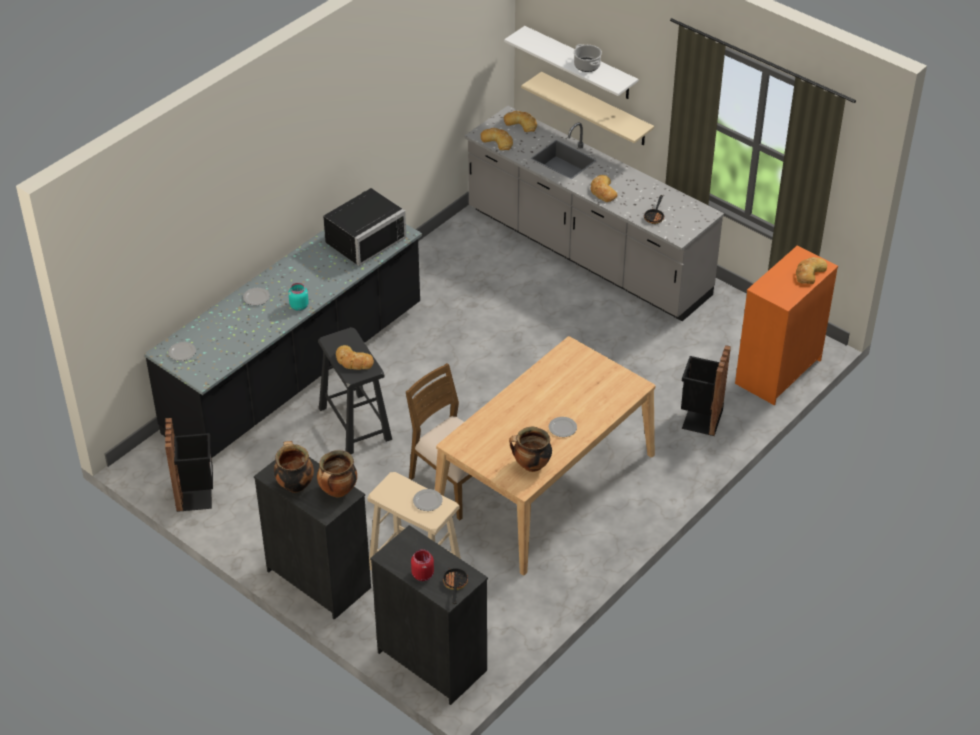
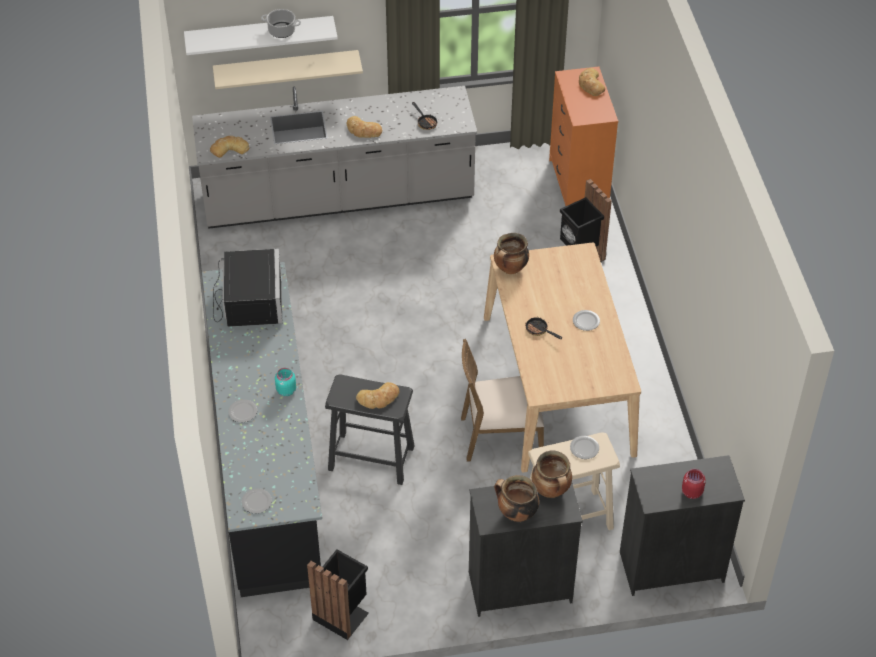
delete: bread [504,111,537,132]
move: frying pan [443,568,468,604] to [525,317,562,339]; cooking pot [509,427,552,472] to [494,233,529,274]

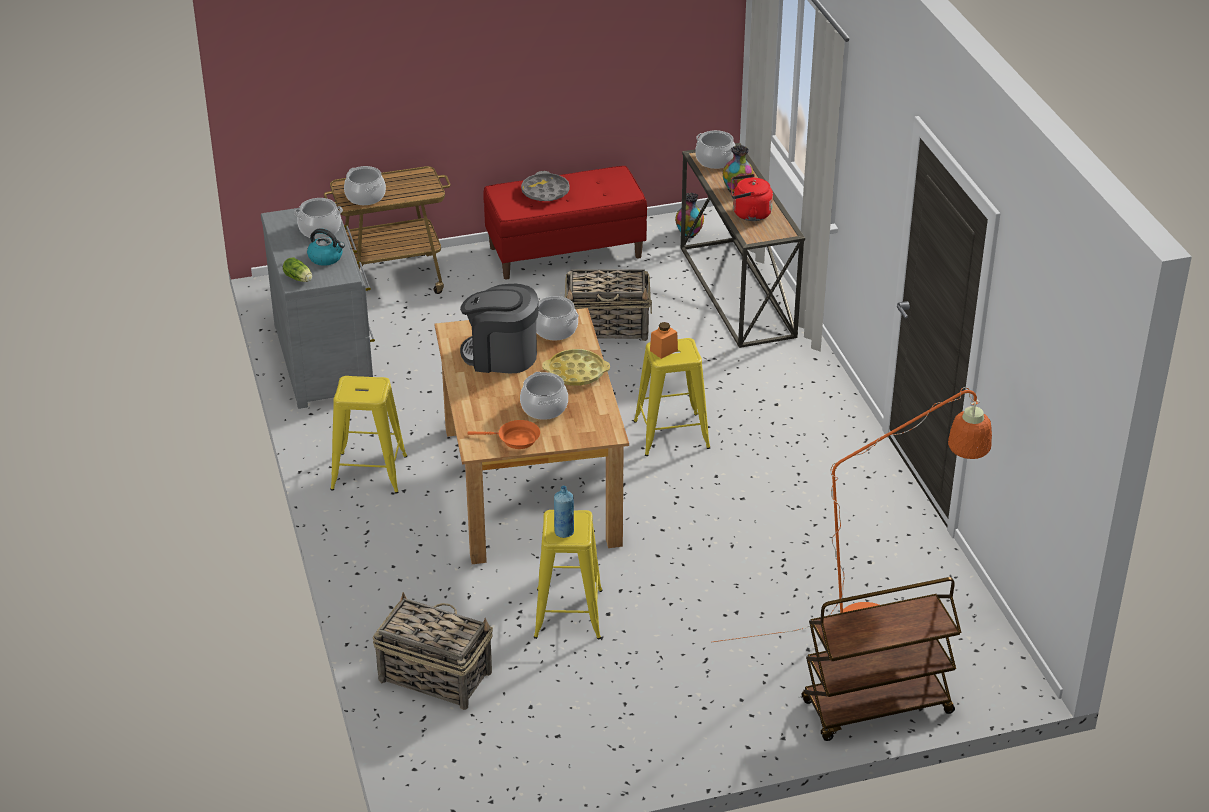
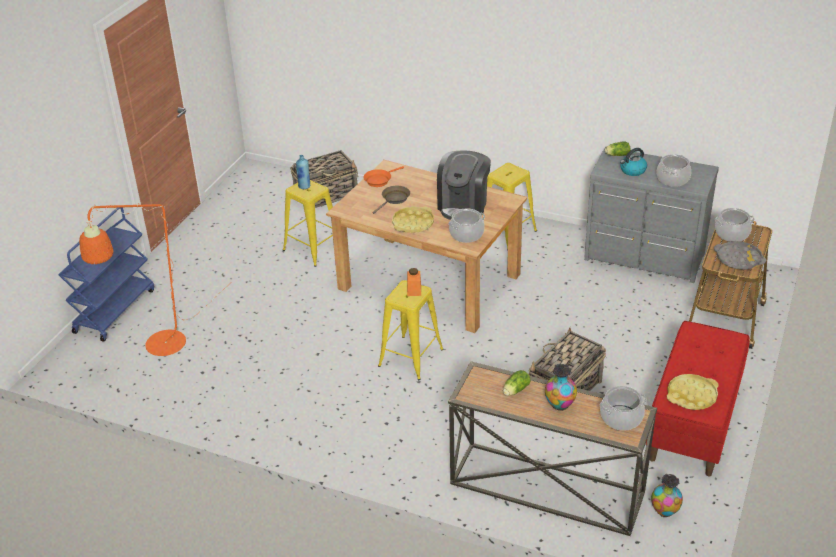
insert: yellow tray [667,374,719,410]
move: grey tray [521,171,570,201] to [714,241,766,270]
replace: cooking pot [520,372,568,420] to brown frying pan [373,186,410,214]; red kettle [731,174,773,221] to lettuce [503,370,531,396]
recolor: brown cart [802,577,962,741] to blue cart [59,207,154,342]
rotate: coffee machine [460,284,539,373] = [437,150,491,220] 150 degrees clockwise

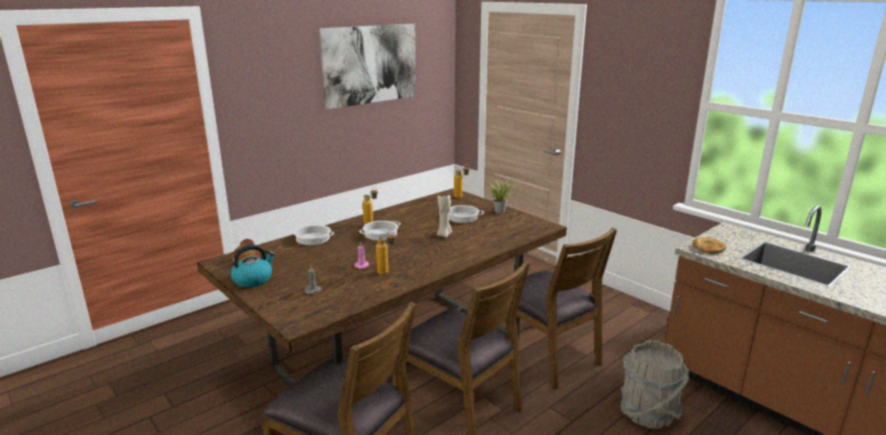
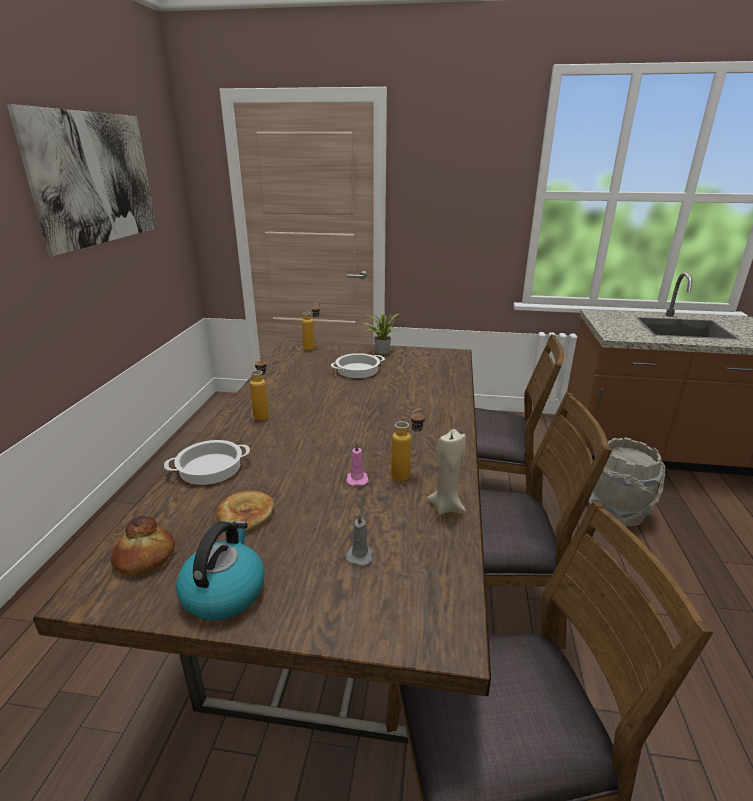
delete: cooking pot [359,221,401,240]
move: beige candle [437,195,452,238] to [427,429,466,515]; bread [692,238,726,254] to [216,490,275,533]

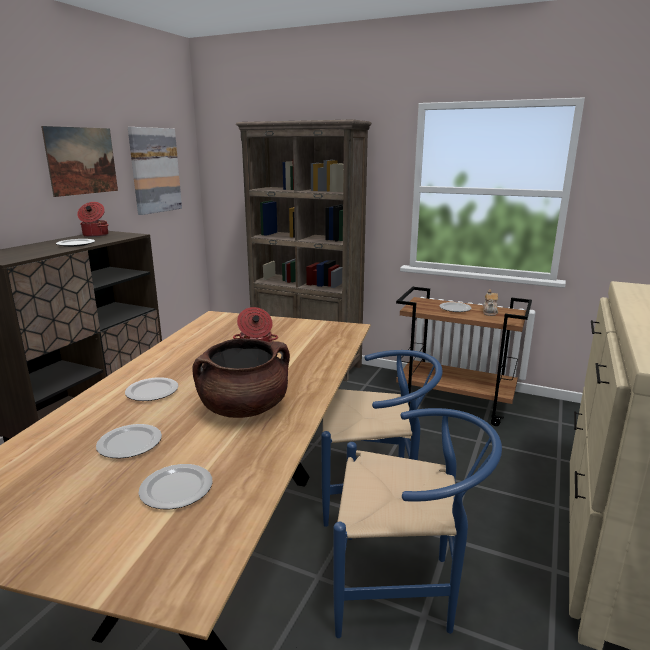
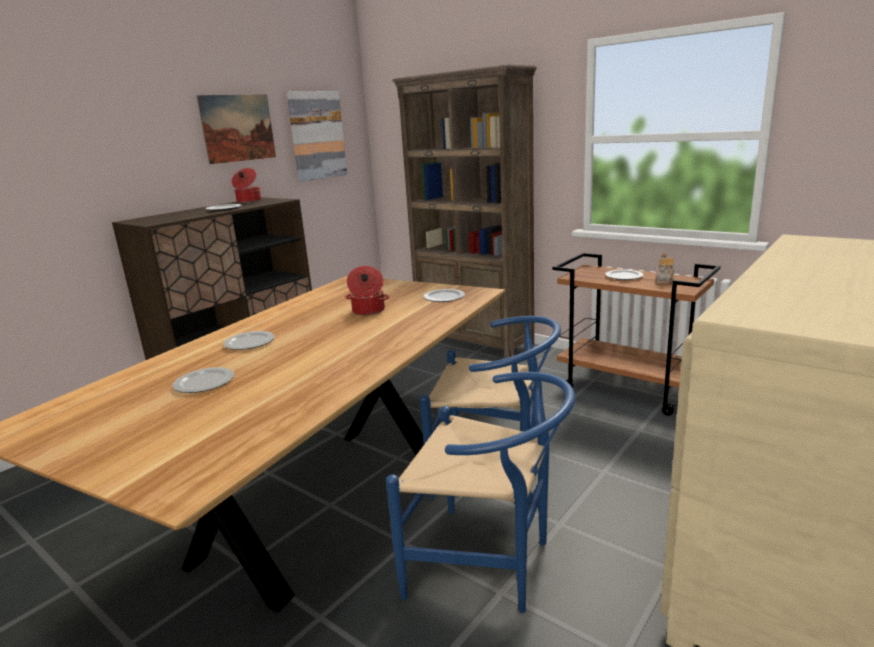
delete: brown cooking pot [192,338,290,418]
move: plate [138,464,213,509] to [423,289,465,302]

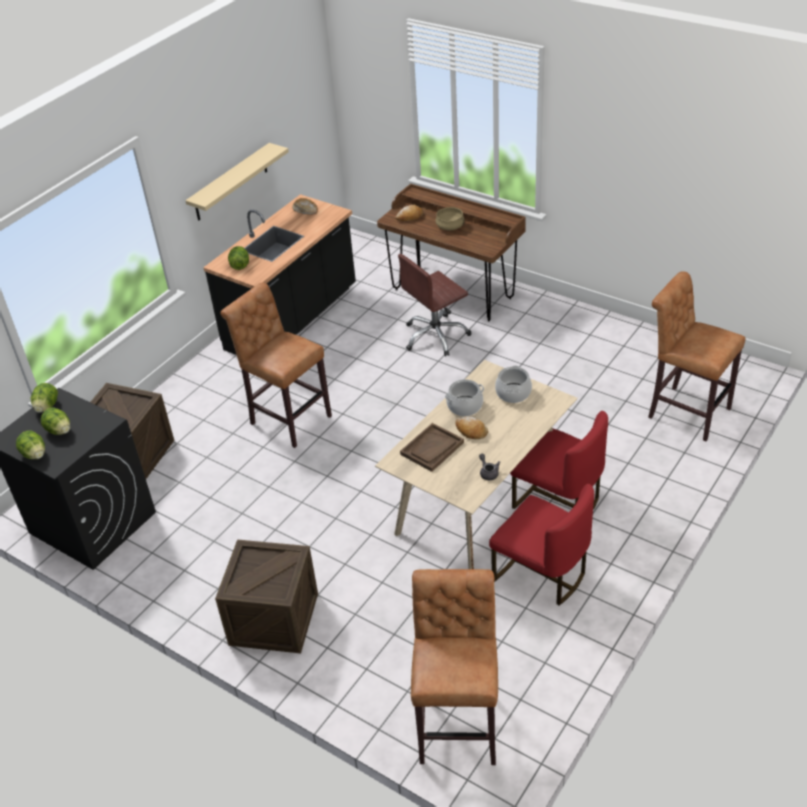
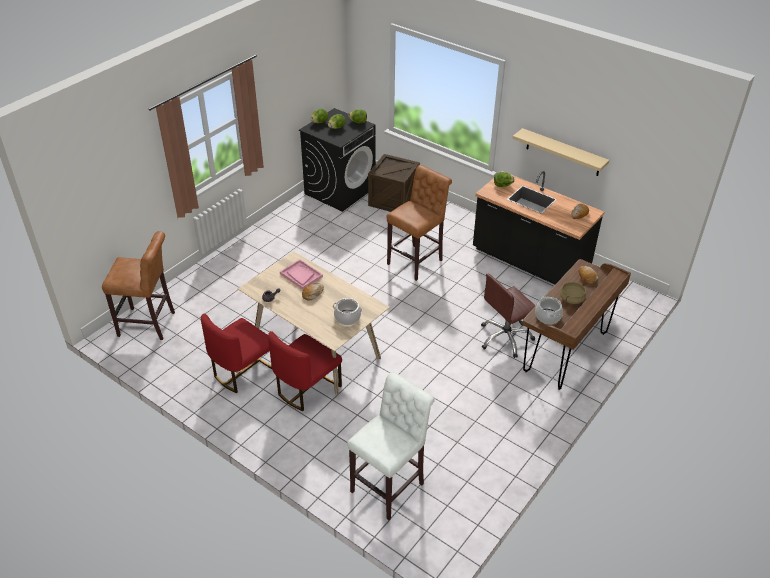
delete: crate [215,539,318,654]
move: cooking pot [445,379,484,416] to [535,296,563,324]
recolor: brown tray [400,423,464,472] to pink tray [280,259,323,290]; brown stool [648,271,746,441] to white stool [347,372,435,520]
rotate: brown office chair [398,254,471,357] = [481,274,536,358] 90 degrees counterclockwise

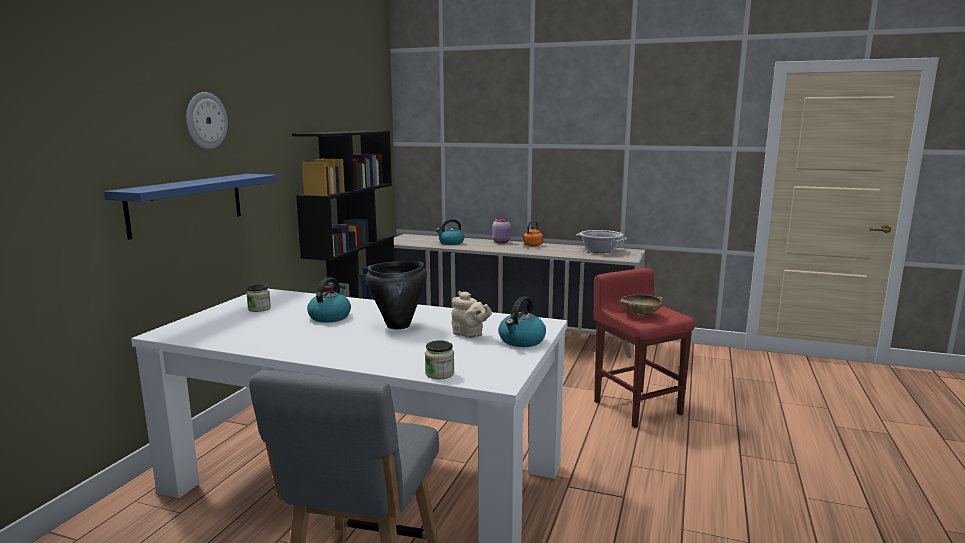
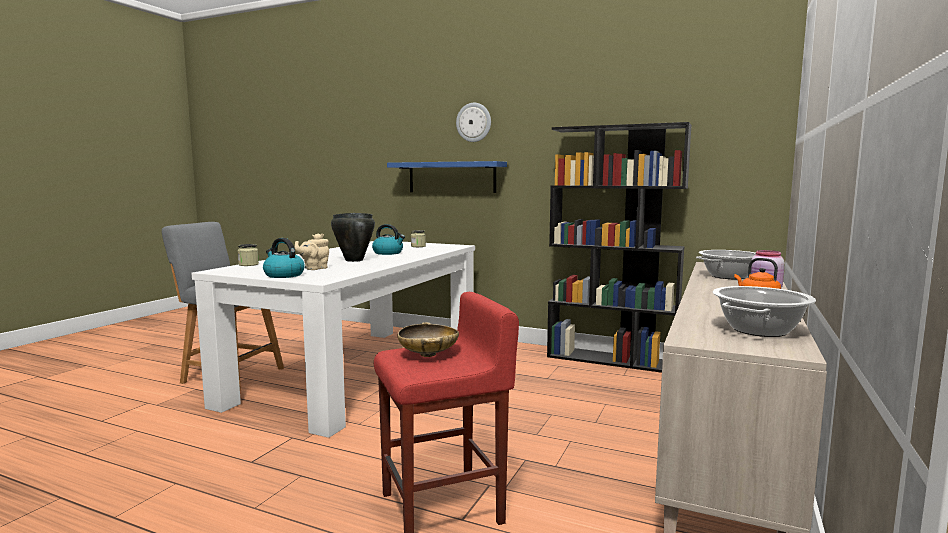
replace: kettle [436,219,464,245] to cooking pot [696,250,756,279]

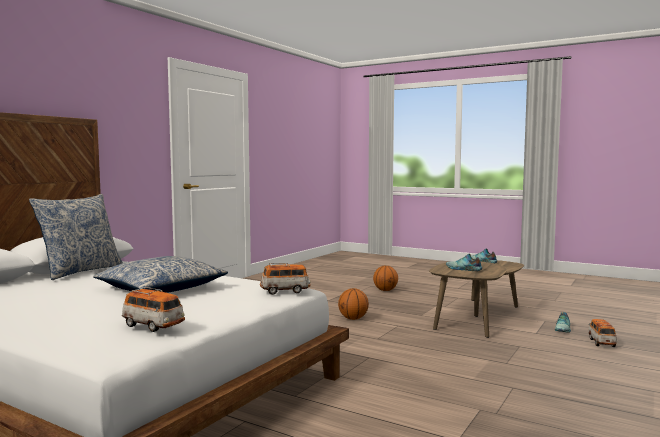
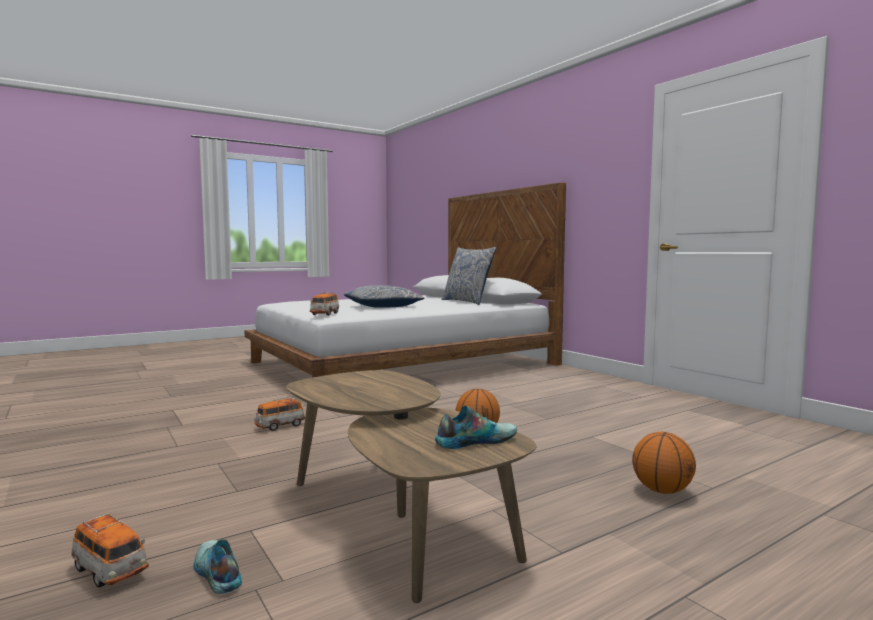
delete: shoe [446,254,482,271]
move: toy car [122,287,185,332] to [254,397,305,431]

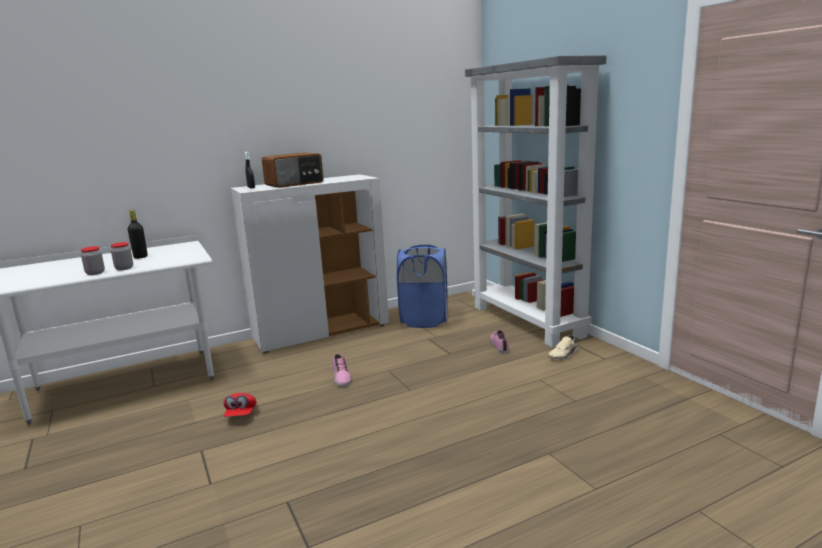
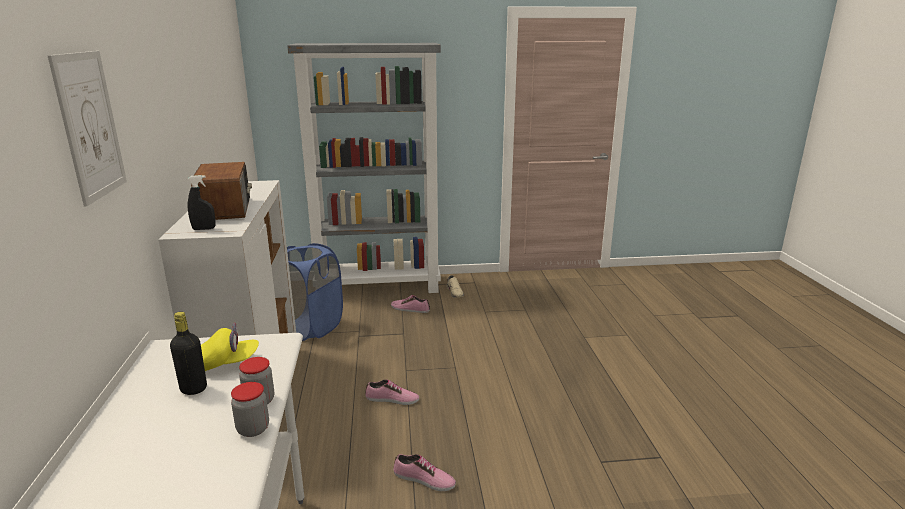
insert: picture [47,51,127,206]; yellow cap [201,323,259,371]
replace: red cap [224,393,257,417] to shoe [393,454,456,491]

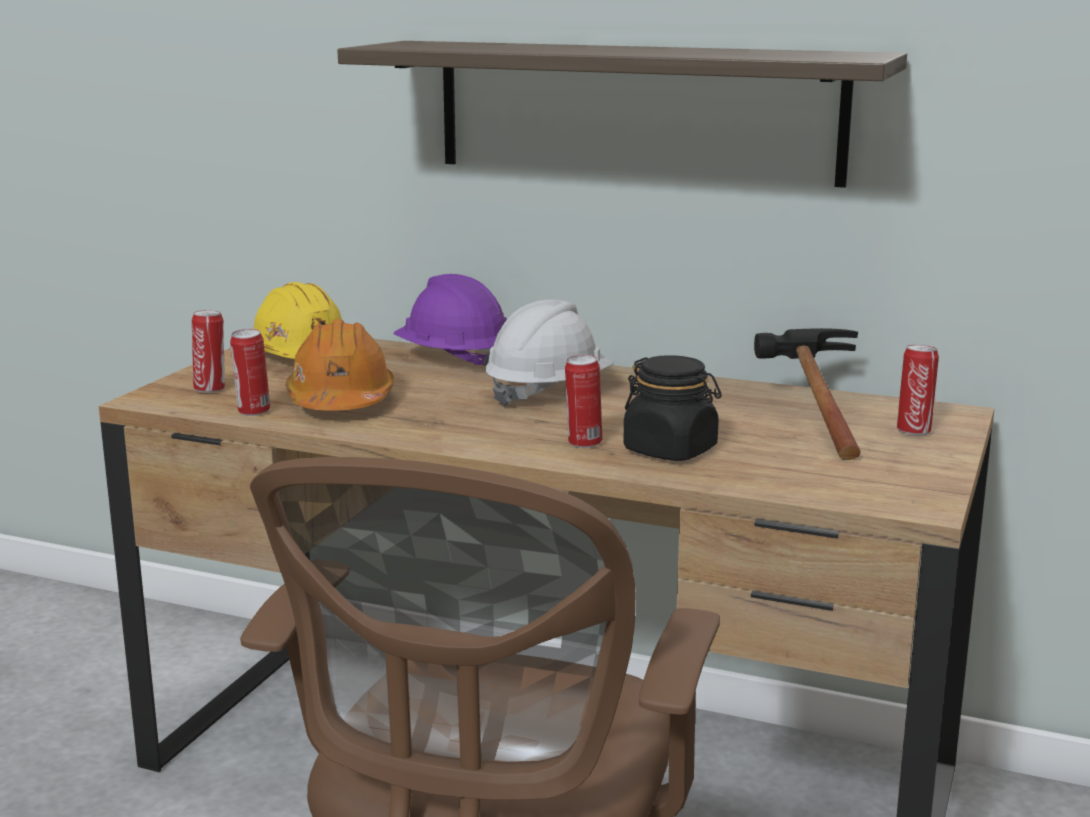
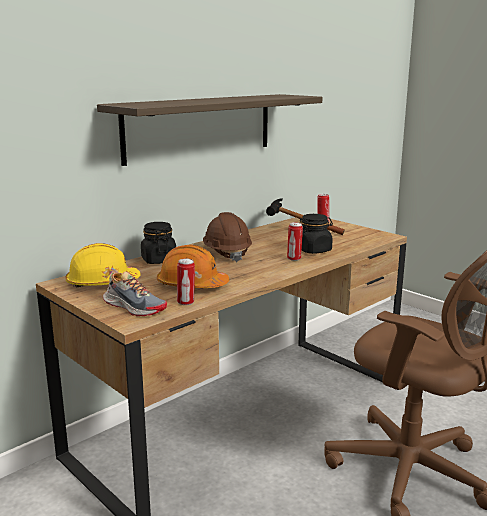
replace: can [192,310,225,393] to shoe [103,271,167,316]; purple hard hat [394,274,507,366] to black jar [141,222,176,264]
recolor: white hard hat [485,300,614,407] to brown hard hat [203,212,252,262]

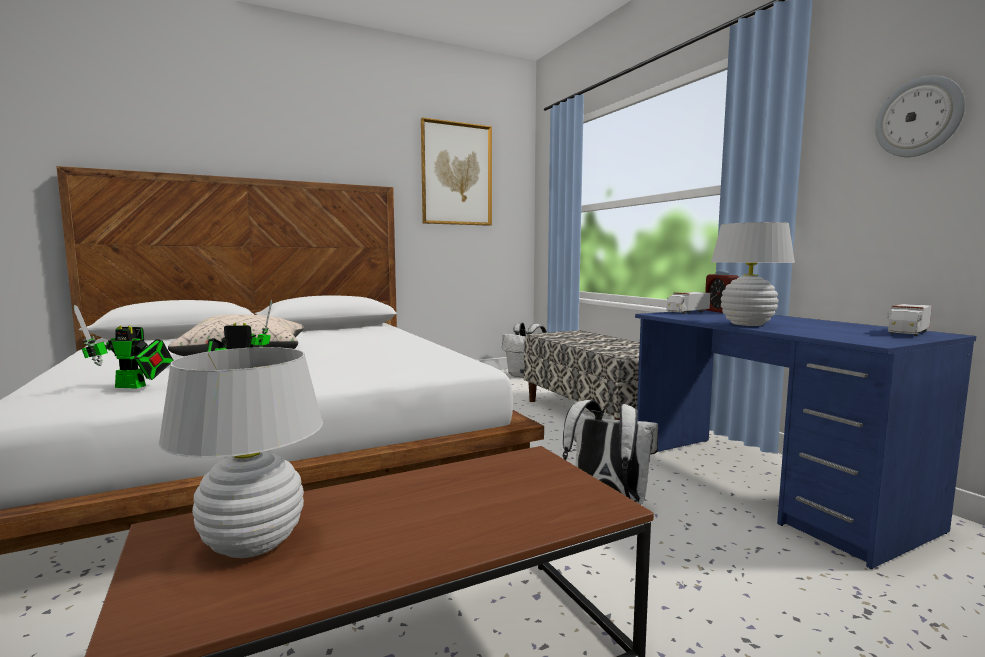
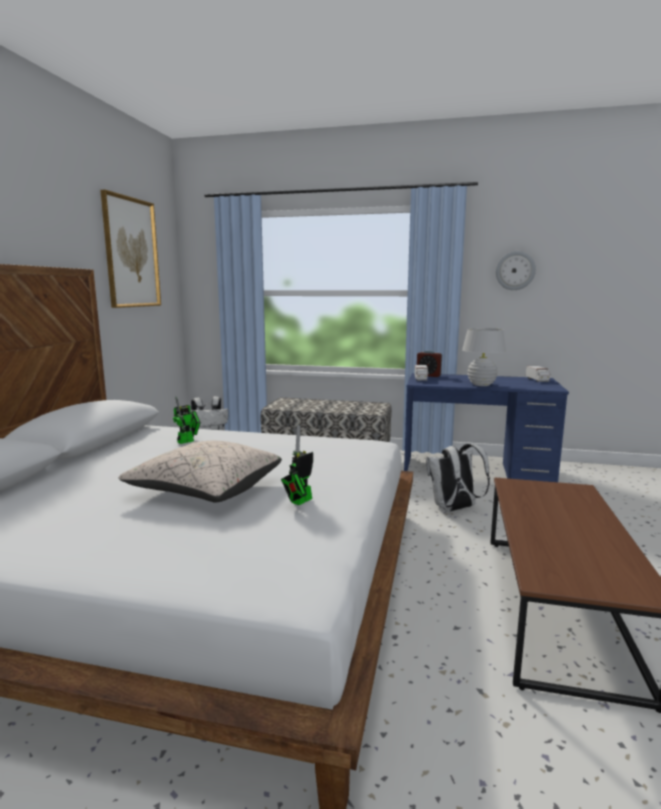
delete: white table lamp [159,347,323,558]
move: toy robot [74,305,173,389] to [173,397,201,444]

